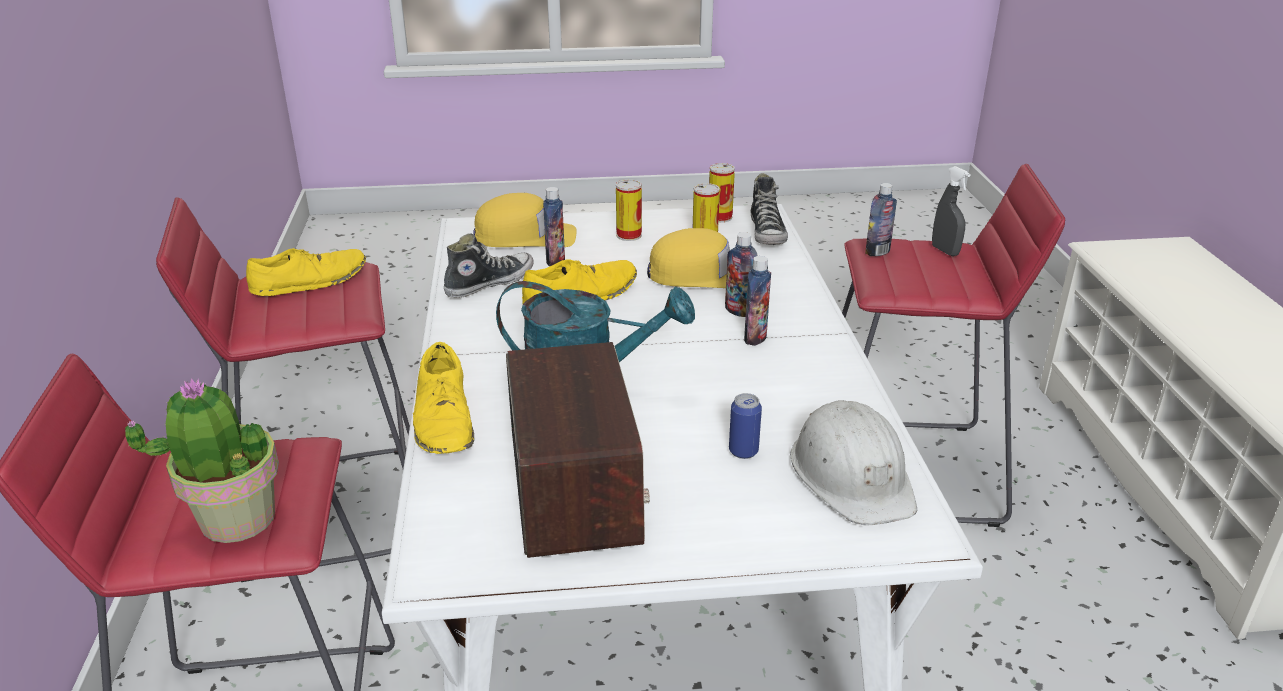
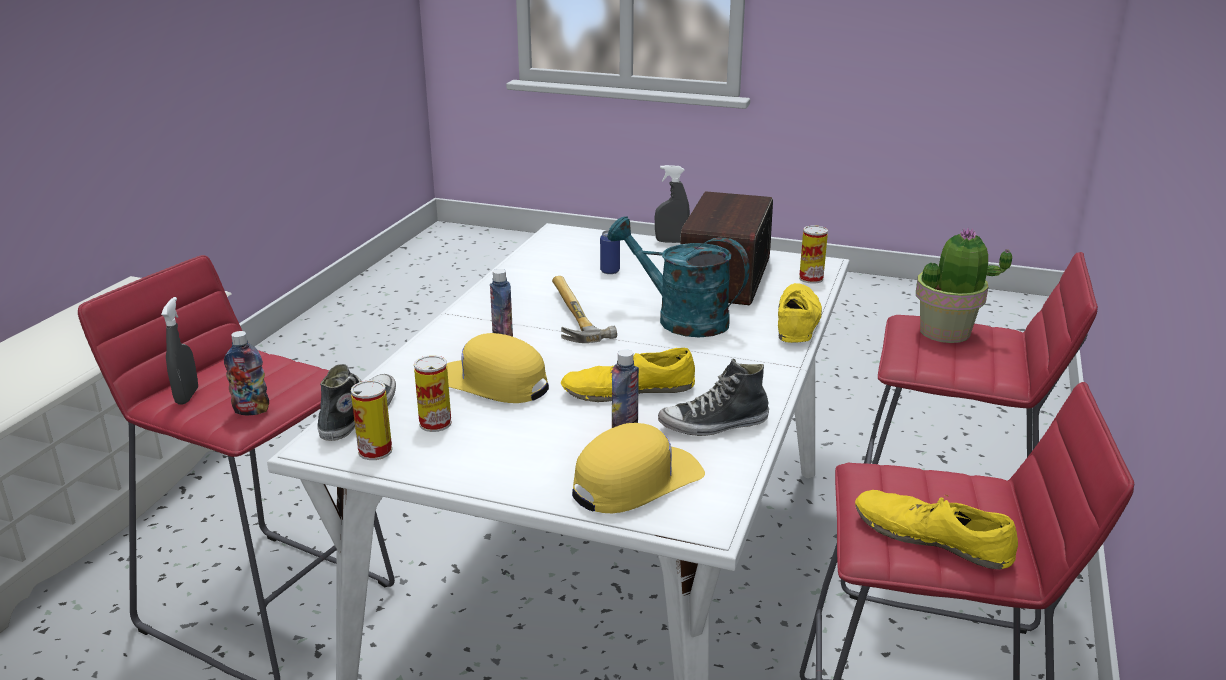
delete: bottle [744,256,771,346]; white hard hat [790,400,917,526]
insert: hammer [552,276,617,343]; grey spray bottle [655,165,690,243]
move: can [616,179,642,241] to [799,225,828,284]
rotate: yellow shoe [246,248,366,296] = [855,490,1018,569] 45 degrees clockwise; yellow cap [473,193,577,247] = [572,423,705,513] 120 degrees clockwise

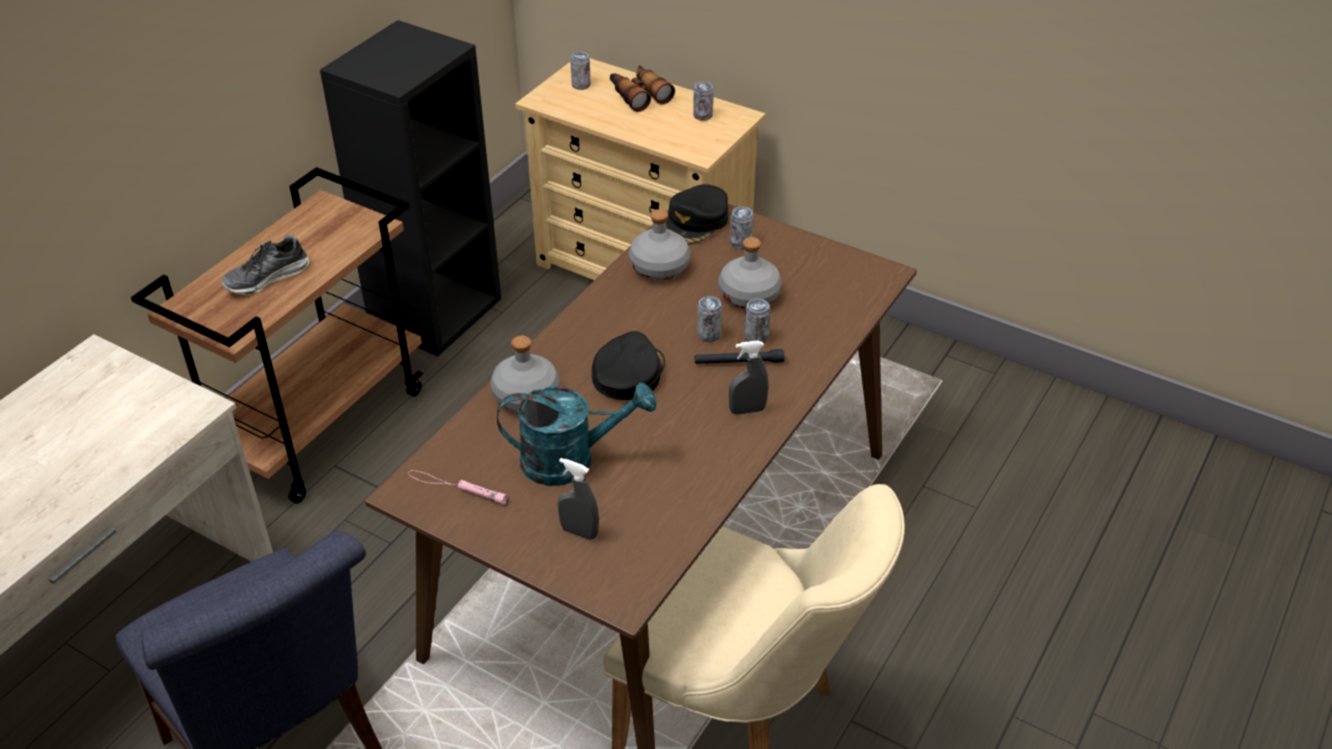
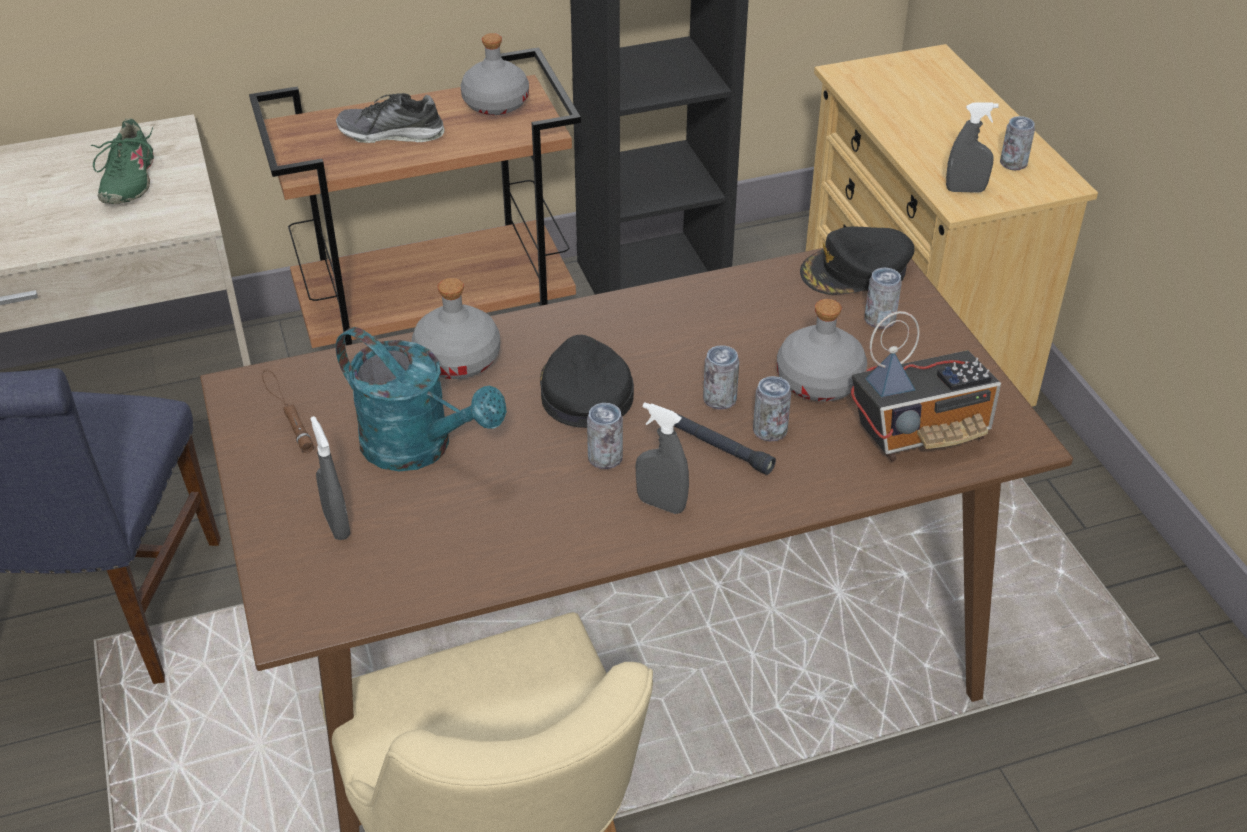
delete: binoculars [610,65,675,112]
insert: green shoe [91,118,154,204]; radio [851,311,1001,461]; grey spray bottle [946,102,999,193]
move: can [570,52,591,90] to [587,403,623,469]; grey bottle [629,209,690,280] to [461,33,529,115]
recolor: pink flashlight [408,470,508,505] to brown flashlight [262,370,314,453]
rotate: black cap [591,331,665,400] = [540,335,634,428] 75 degrees counterclockwise

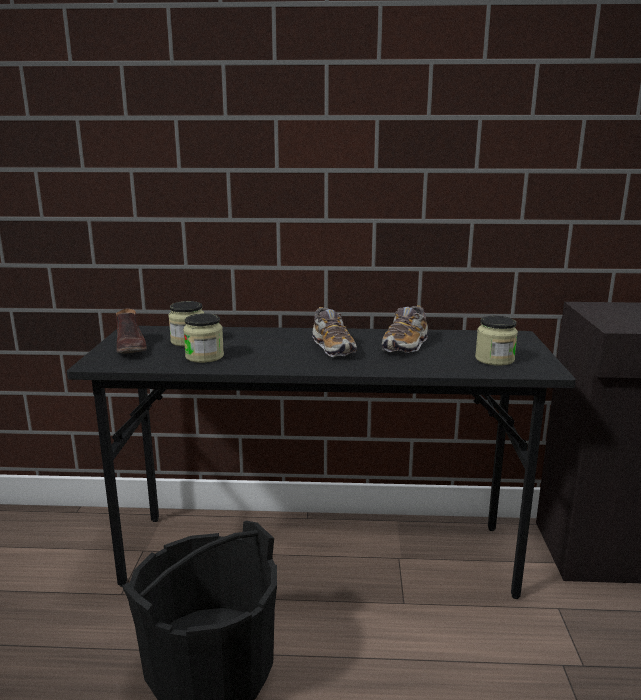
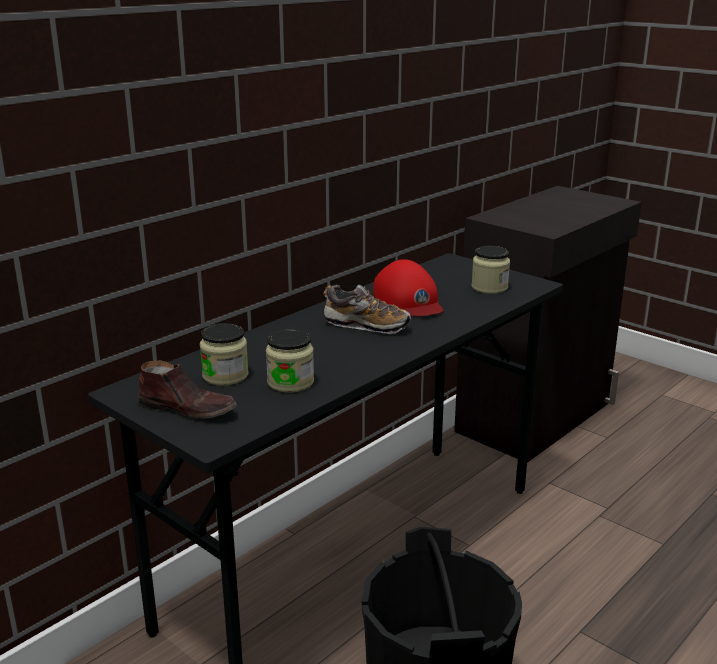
replace: shoe [382,305,428,353] to red cap [373,259,444,317]

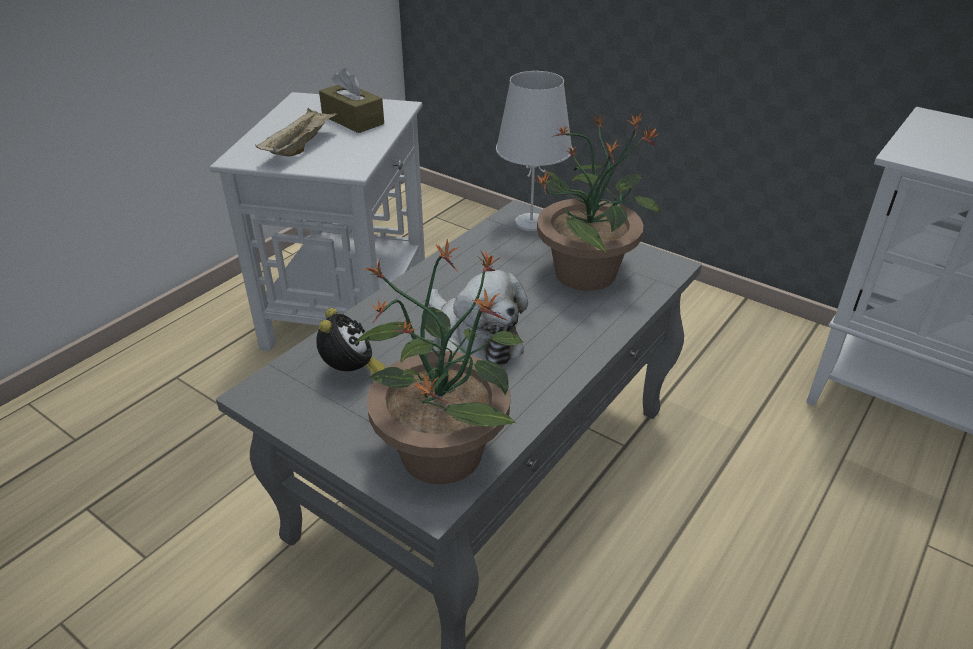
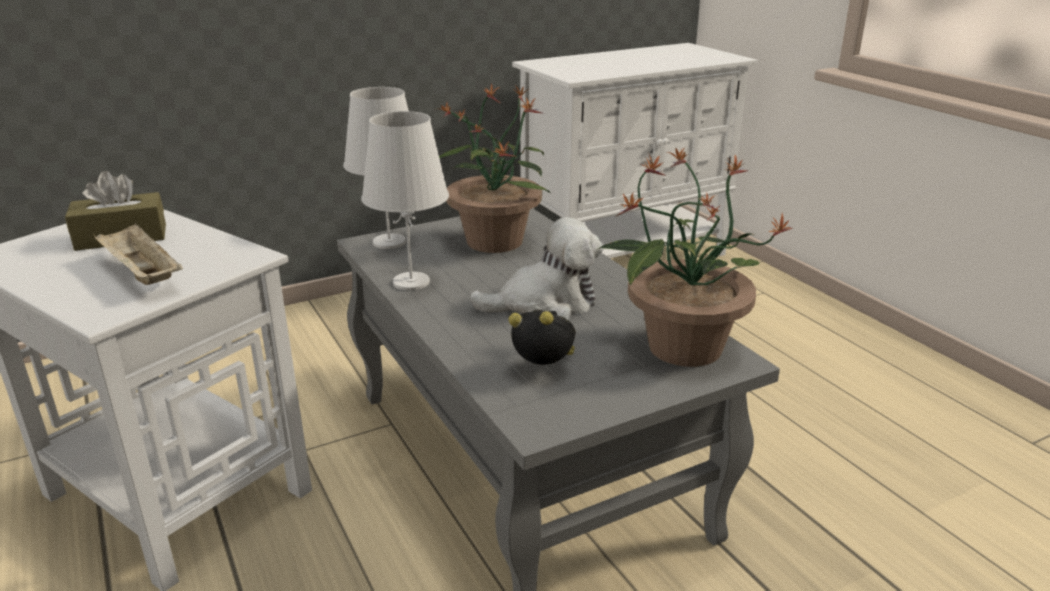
insert: white table lamp [361,111,449,291]

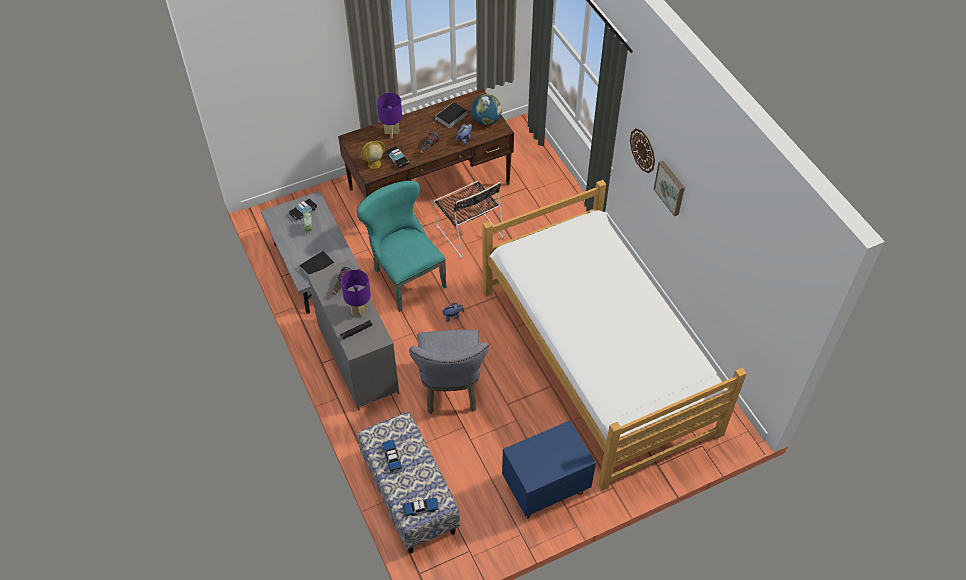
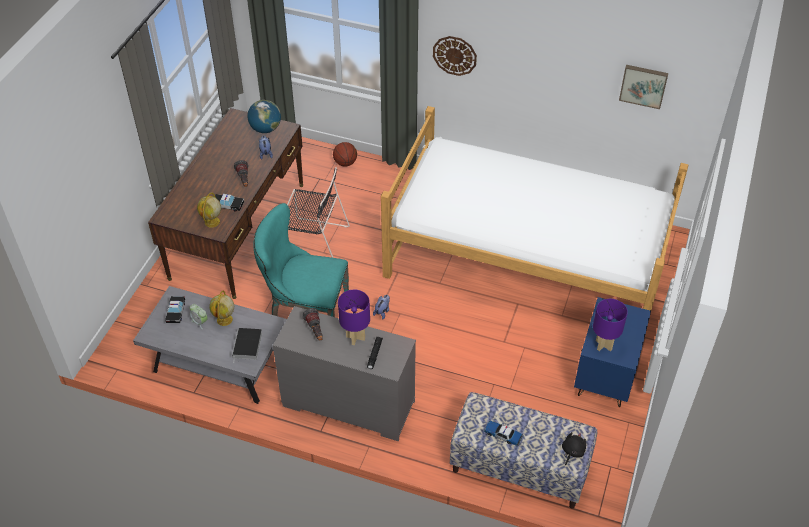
delete: grey chair [409,330,489,414]; book [433,102,467,128]
insert: globe [209,291,234,326]; basketball [333,142,357,167]
move: purple table lamp [377,93,402,138] to [593,299,628,351]; picture [654,161,685,216] to [619,65,668,109]
replace: toy car [403,498,439,517] to black plush toy [562,432,586,465]

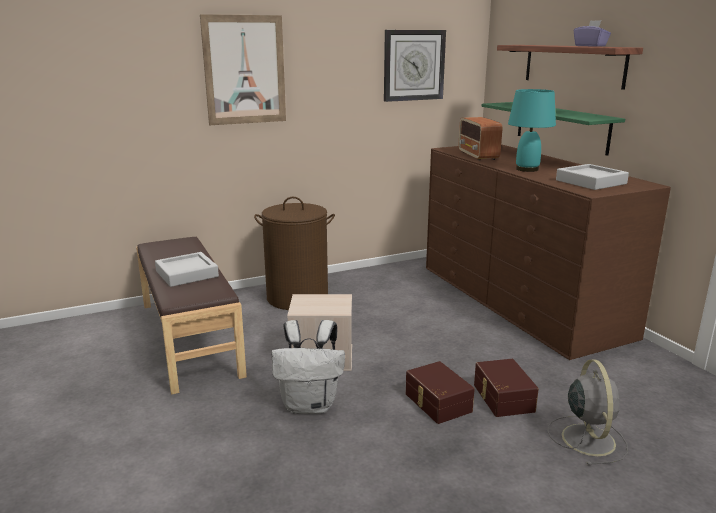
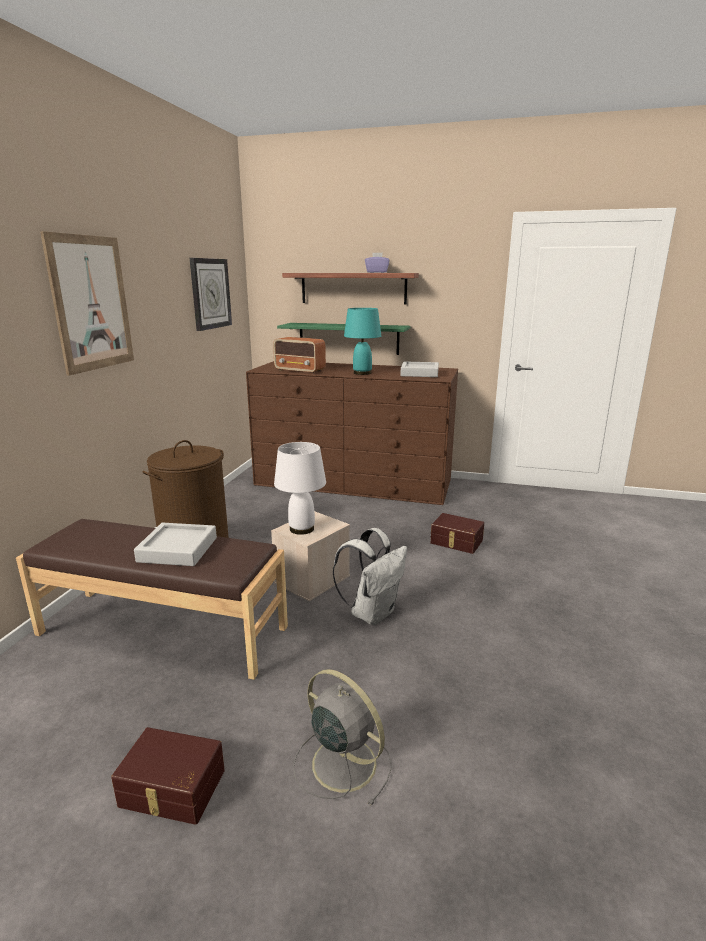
insert: white table lamp [274,442,326,535]
move: brown storage box [406,361,475,424] to [111,727,225,825]; grey fan [548,360,628,466] to [293,669,392,805]

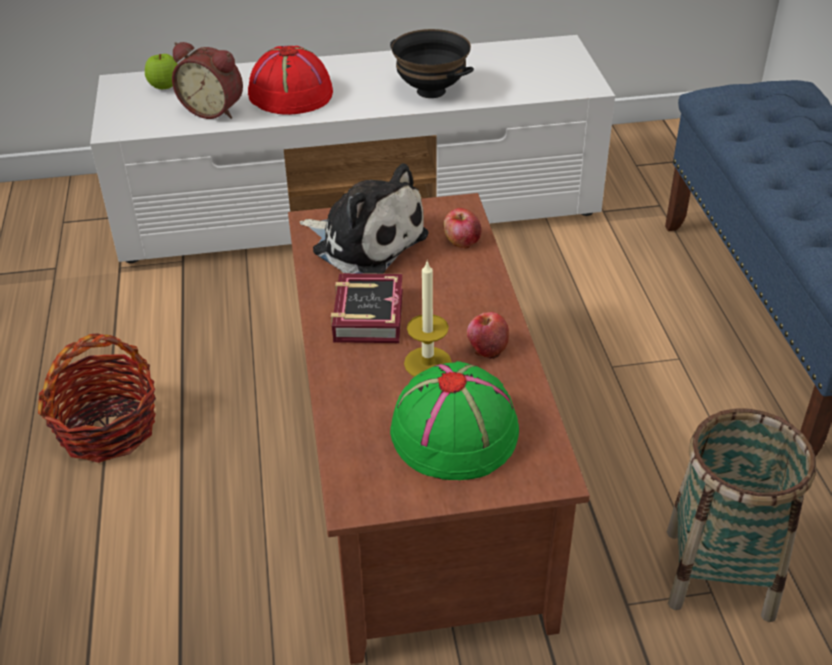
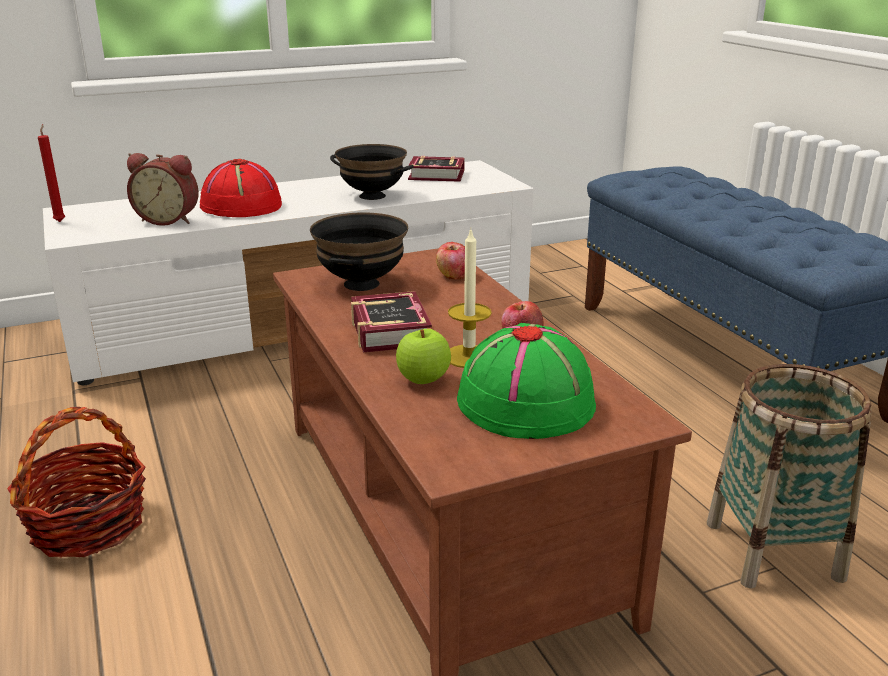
insert: red candle [38,124,65,222]; book [408,156,465,182]
move: apple [145,54,177,89] to [396,329,451,384]
replace: plush toy [300,163,428,274] to black bowl [310,212,408,291]

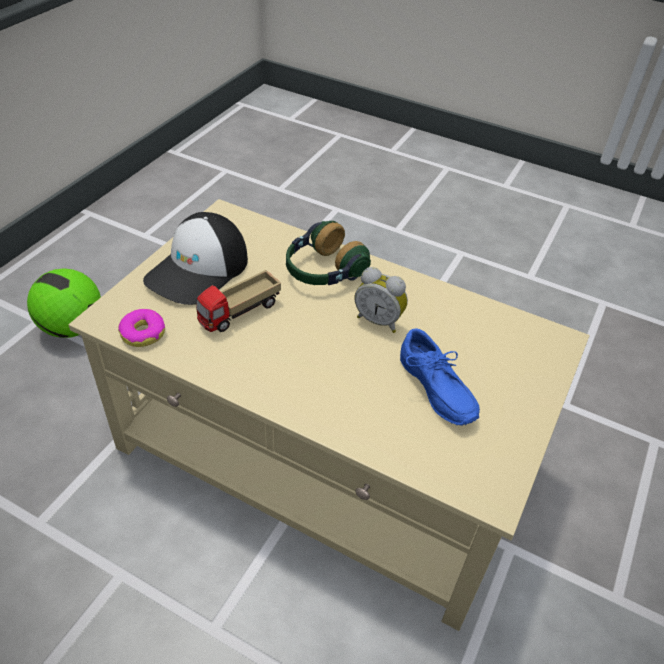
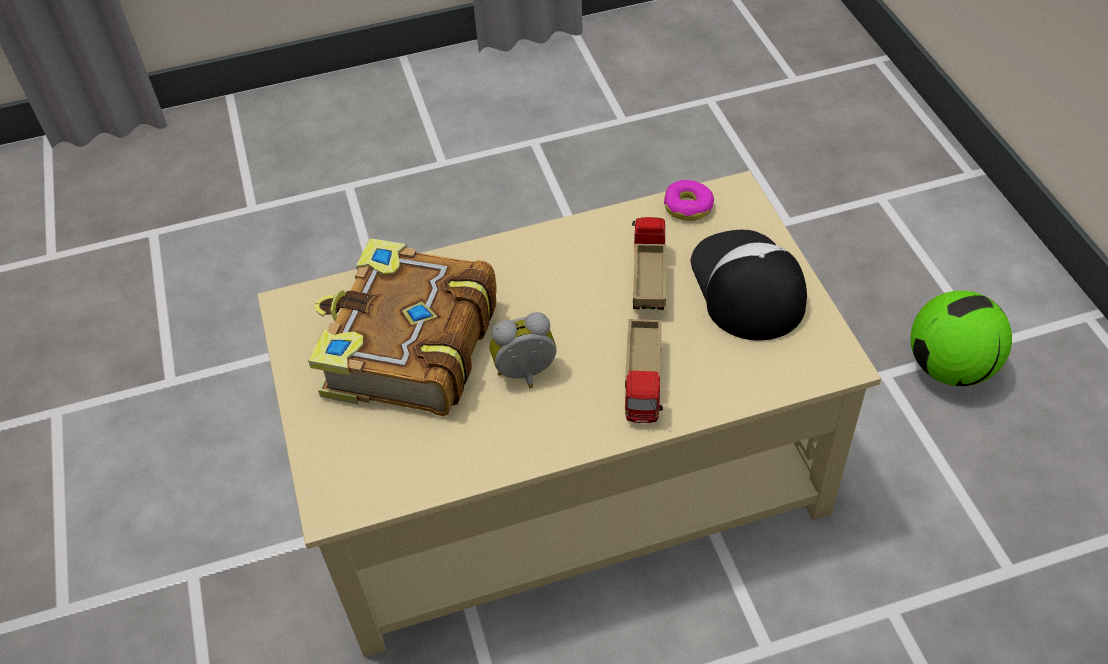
replace: headphones [286,221,371,285] to toy truck [625,319,663,423]; blue shoe [400,329,480,426] to book [308,238,497,416]

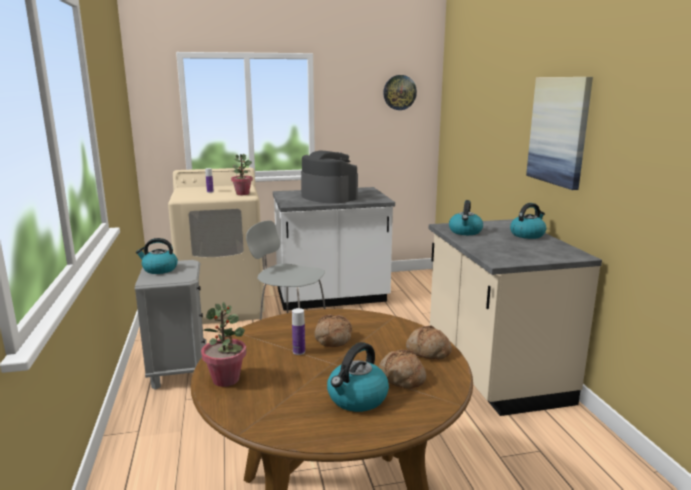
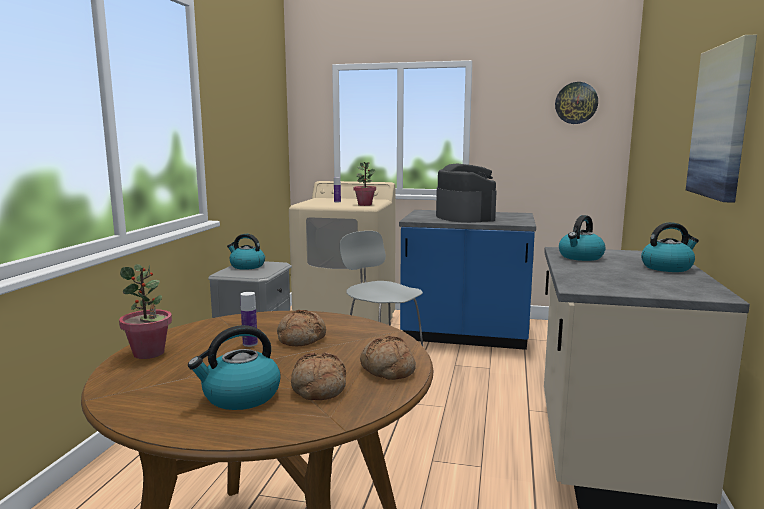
recolor: white counter [273,187,395,311] to blue counter [399,210,536,350]

